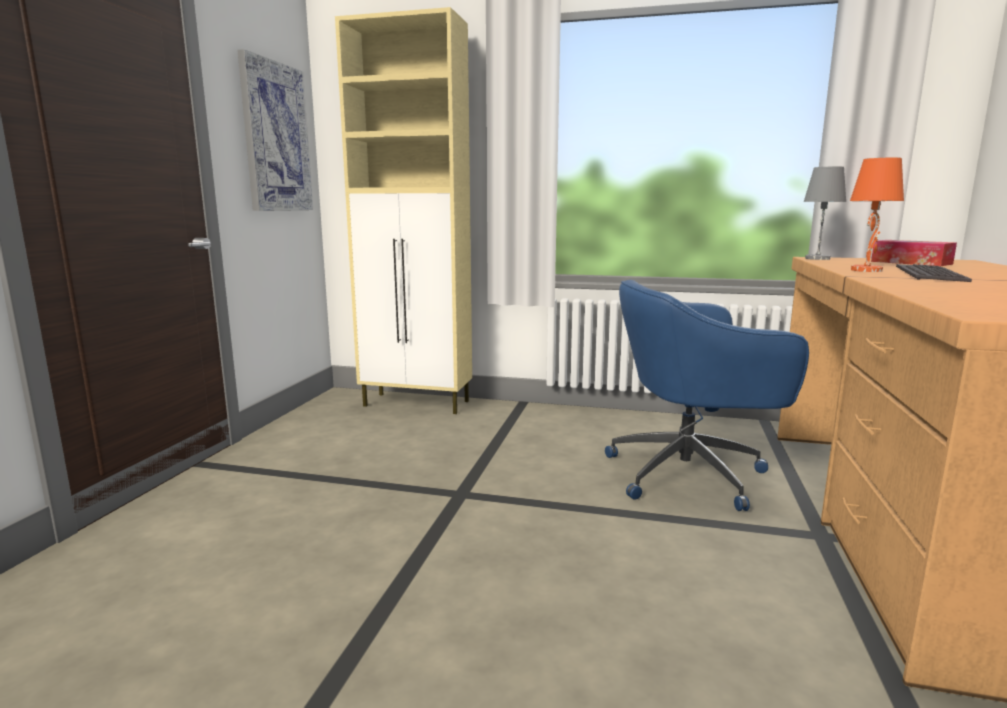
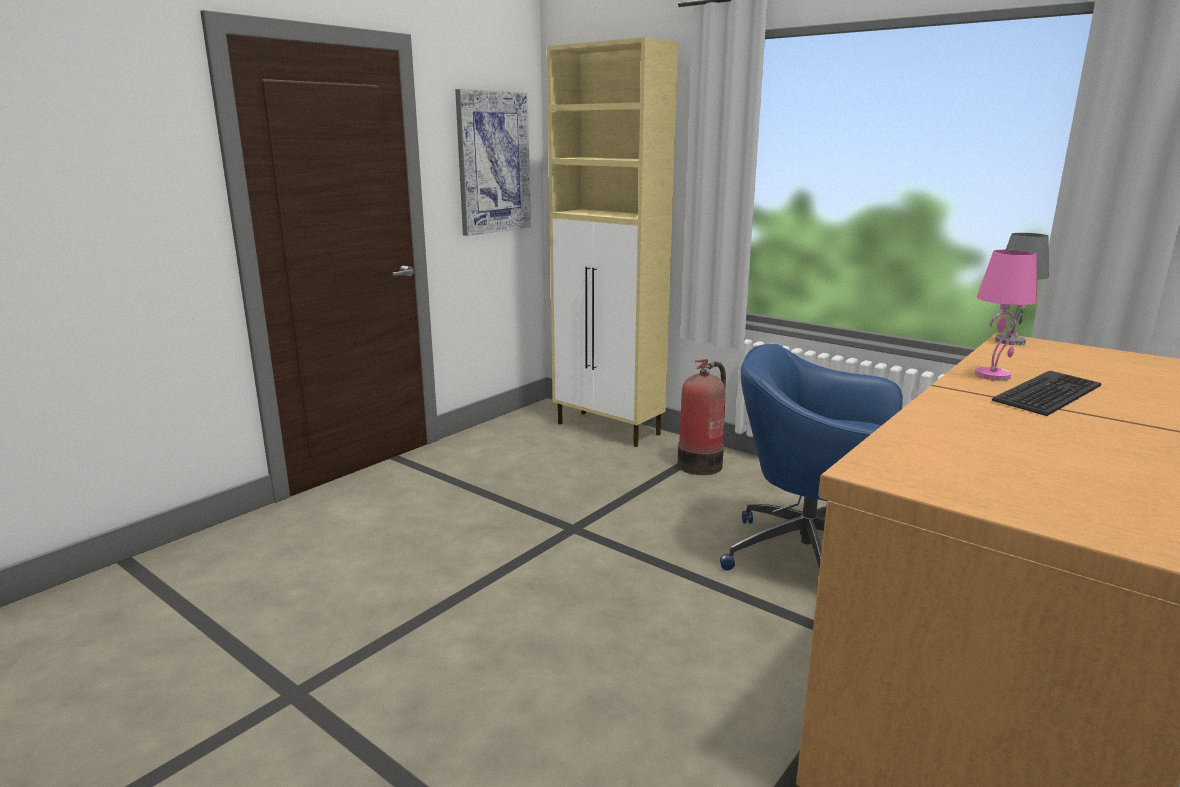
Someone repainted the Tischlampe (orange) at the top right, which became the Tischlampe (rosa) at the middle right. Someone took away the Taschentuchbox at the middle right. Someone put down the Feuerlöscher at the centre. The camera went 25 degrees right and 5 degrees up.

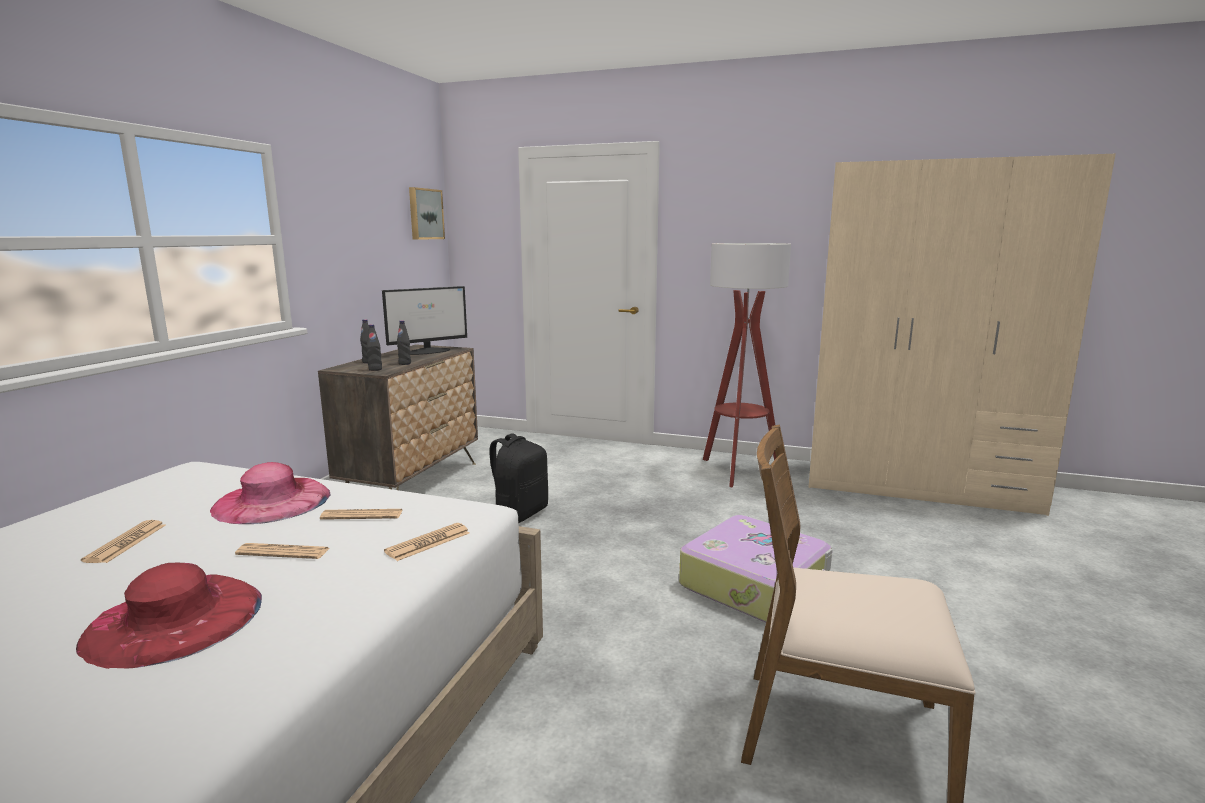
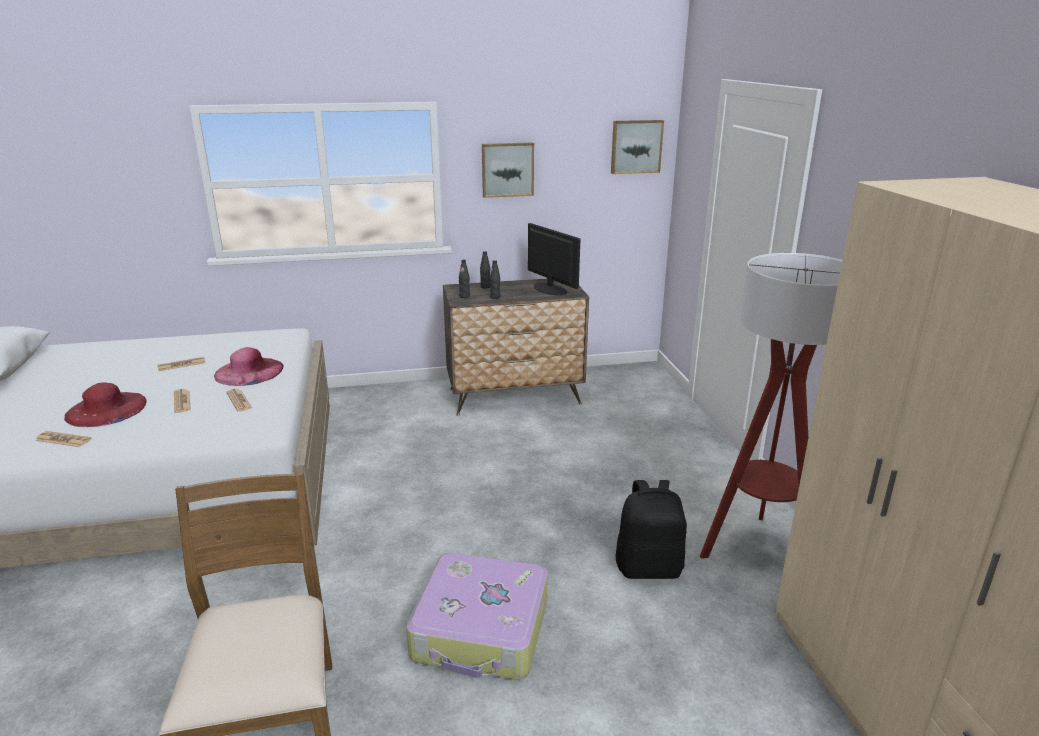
Someone rotated the Monitor at the centre by 150 degrees counterclockwise. Someone carried the Zeitung (no. 4 from left in the first image) from the bottom centre to the middle left. Someone carried the Rucksack (schwarz) from the centre to the bottom centre. Someone put up the Bild (no. 1 from left) at the top centre. The camera went 60 degrees right and 10 degrees up.

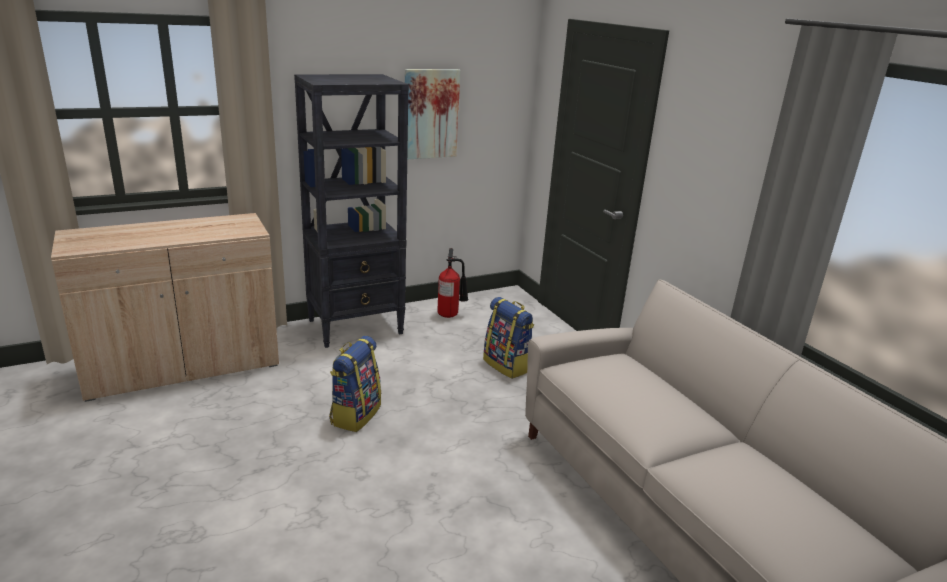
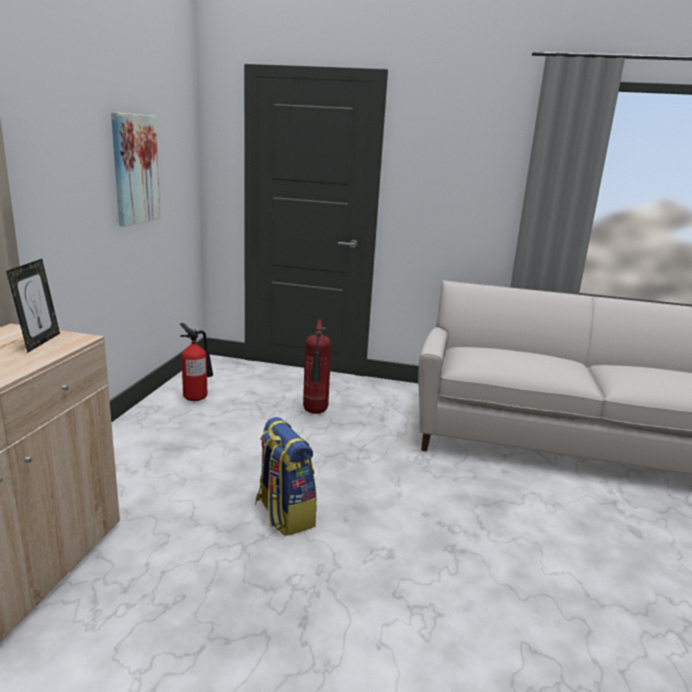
Someone took away the Bücherregal (schwarz) at the centre. Someone swapped the Rucksack (no. 2 from left) at the centre for the Feuerlöscher (no. 2 from left) at the centre. Someone put down the Bilderrahmen at the middle left. The camera went 50 degrees left and 5 degrees down.

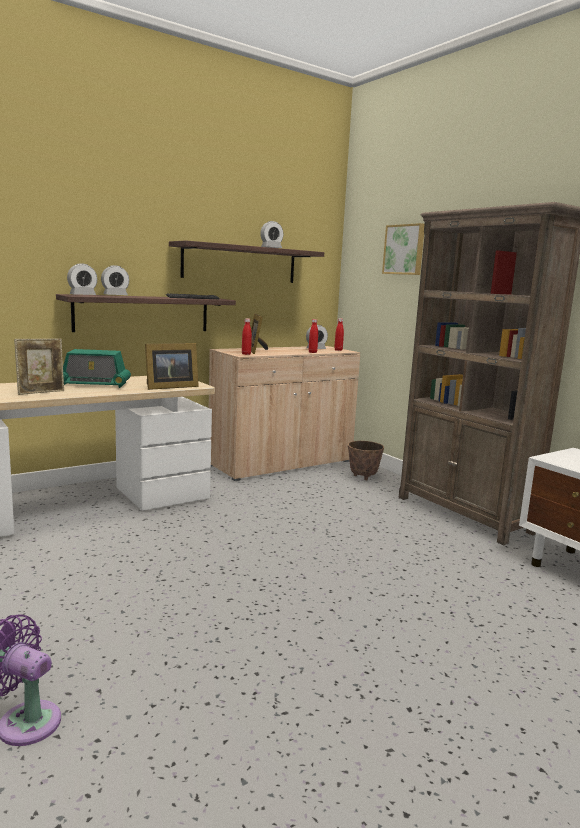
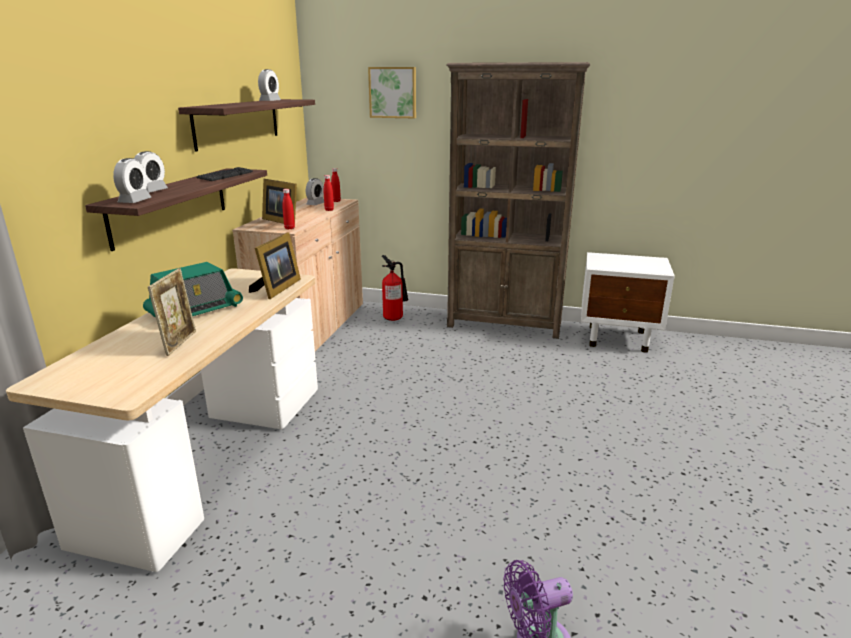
Someone swapped the Pflanzkübel at the centre for the Feuerlöscher at the centre. The camera went 40 degrees left and 10 degrees up.

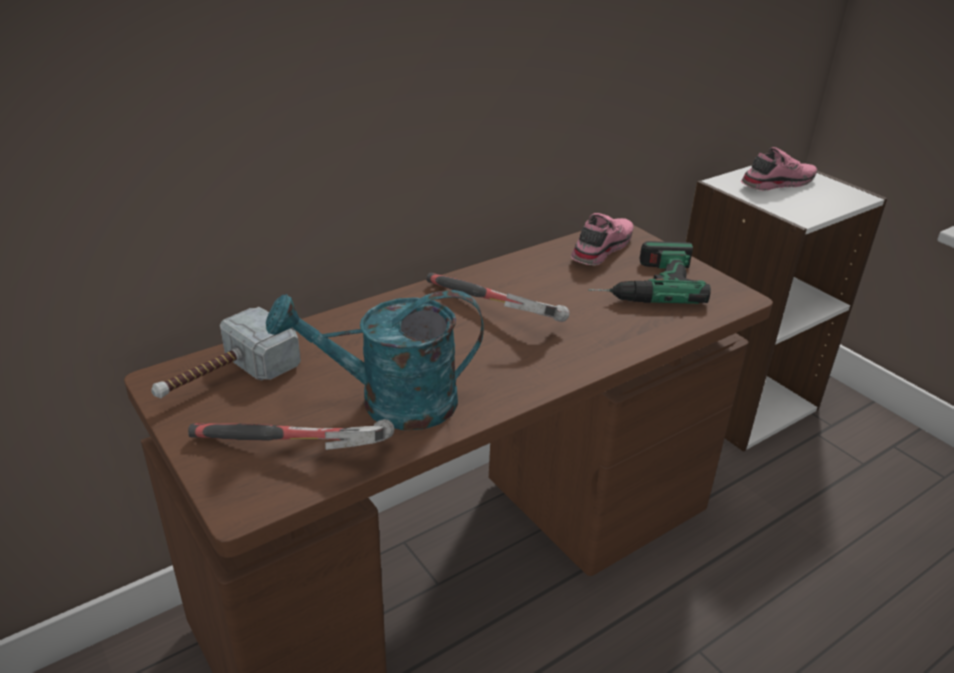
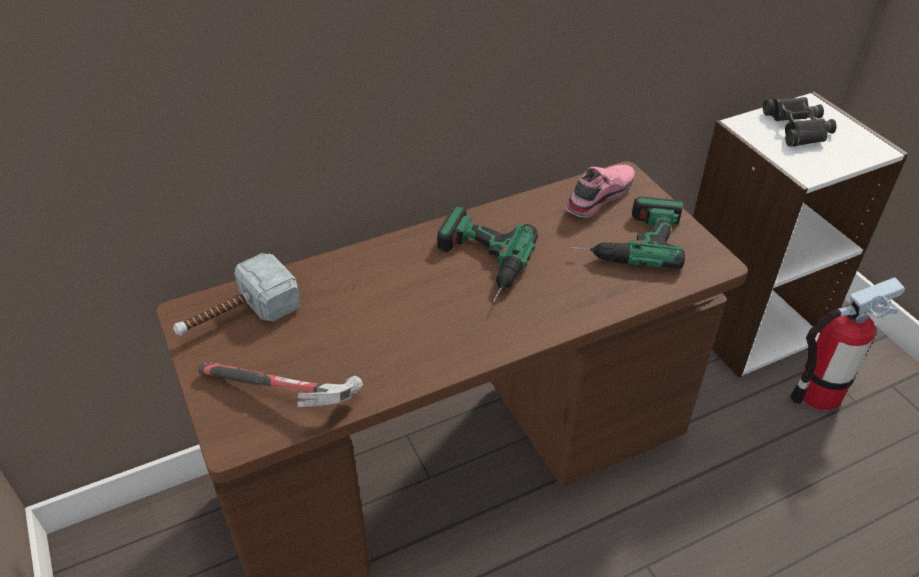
Someone took away the Gießkanne (türkis) at the centre. Someone swapped the Hammer (no. 3 from left) at the centre for the Bohrmaschine (no. 1 from left) at the centre. Someone swapped the Schuh (rosa) (no. 2 from left) at the top right for the Fernglas (schwarz) at the top right. Someone put down the Feuerlöscher at the middle right. The camera went 10 degrees right and 10 degrees up.

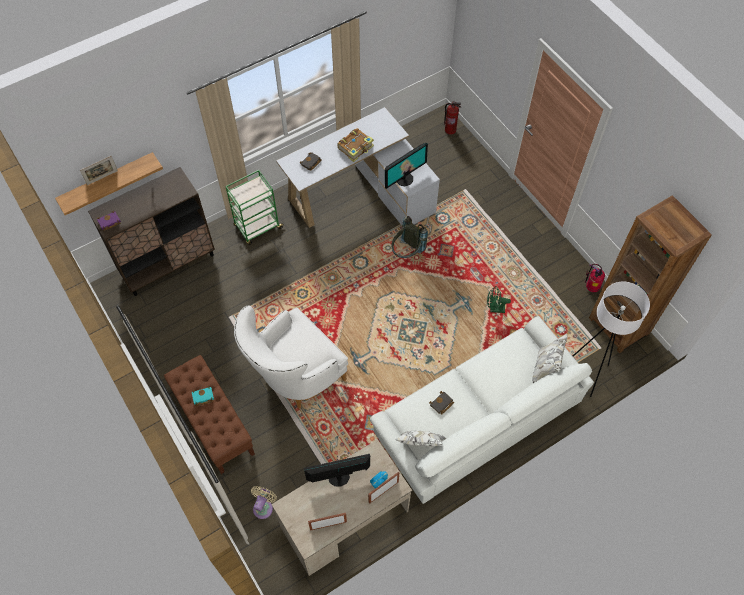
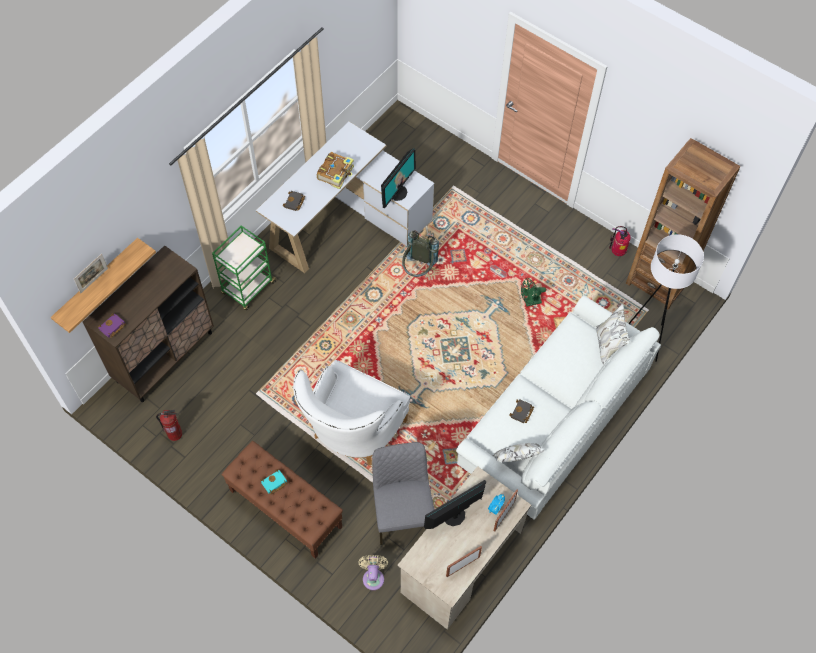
Someone carried the Feuerlöscher (no. 1 from left) from the top centre to the middle left. Someone put down the Stuhl (grau) at the bottom centre. The camera went 20 degrees left and 0 degrees up.

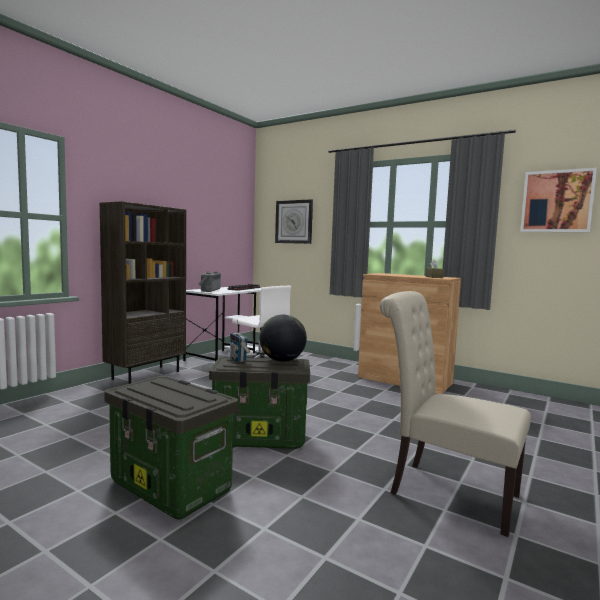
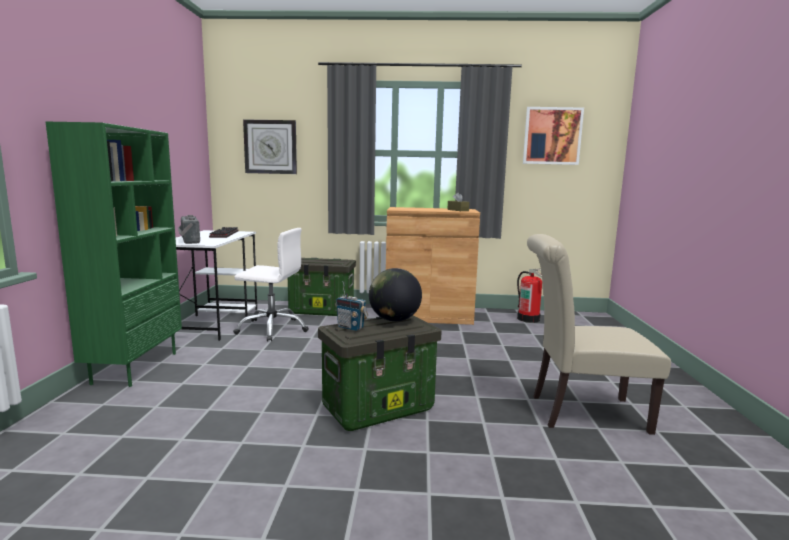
Someone repainted the Bücherregal (braun) at the middle left, which became the Bücherregal (grün) at the middle left. Someone carried the Aufbewahrungsbox (no. 1 from left) from the bottom left to the centre. Someone put down the Feuerlöscher at the middle right. The camera went 30 degrees left and 5 degrees up.

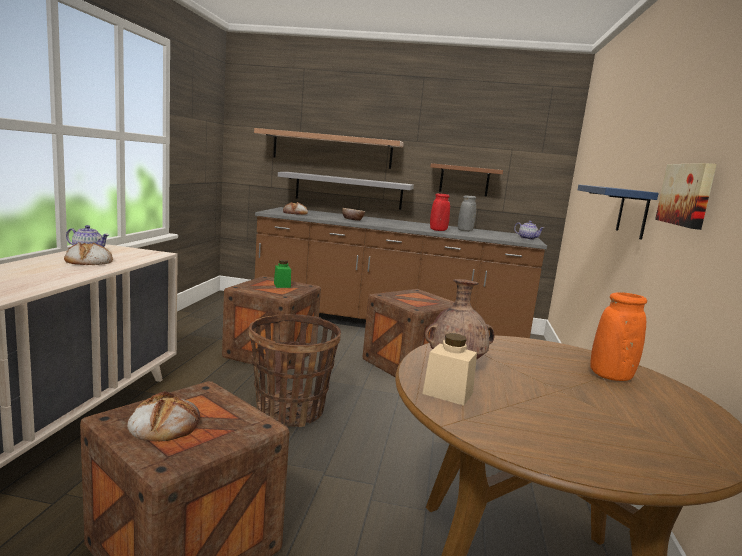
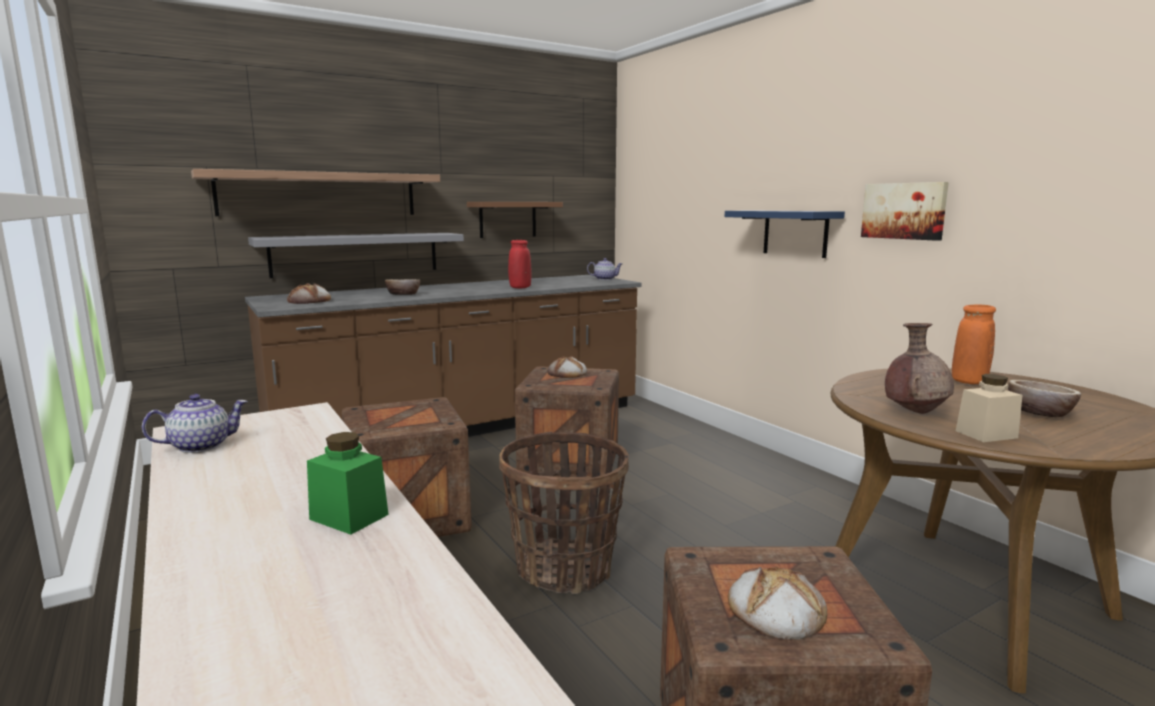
Someone carried the Brot (no. 1 from left in the first image) from the middle left to the centre. Someone carried the Vorratsglas (grün) from the centre to the bottom left. Someone took away the Vase (grau) at the centre. Someone put down the Schüssel (no. 2 from left) at the middle right. The camera went 40 degrees left and 0 degrees up.

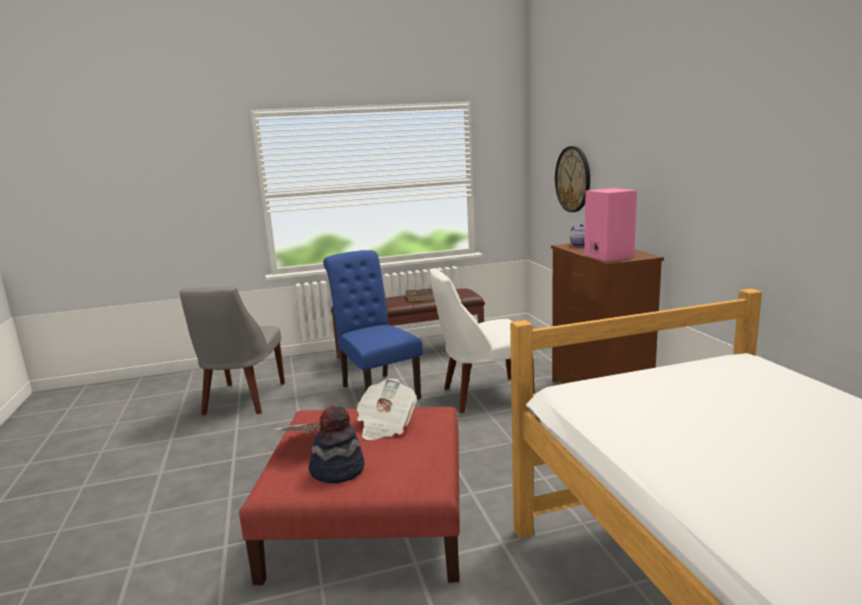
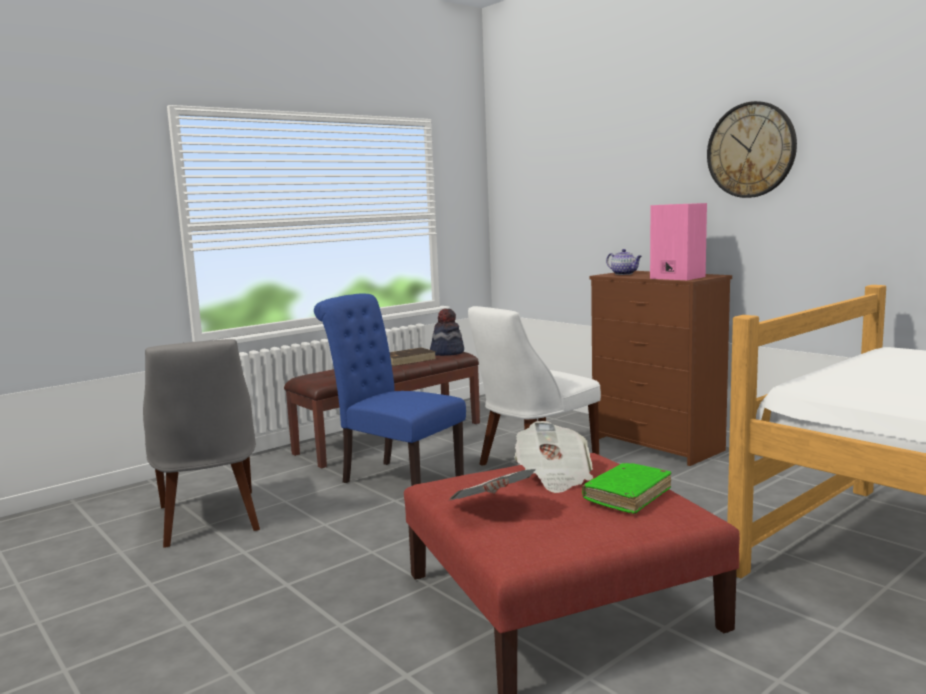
Someone carried the Hut from the bottom centre to the centre. Someone carried the Wanduhr from the top centre to the top right. Someone put down the Buch (grün) at the bottom right. The camera went 25 degrees left and 5 degrees down.

